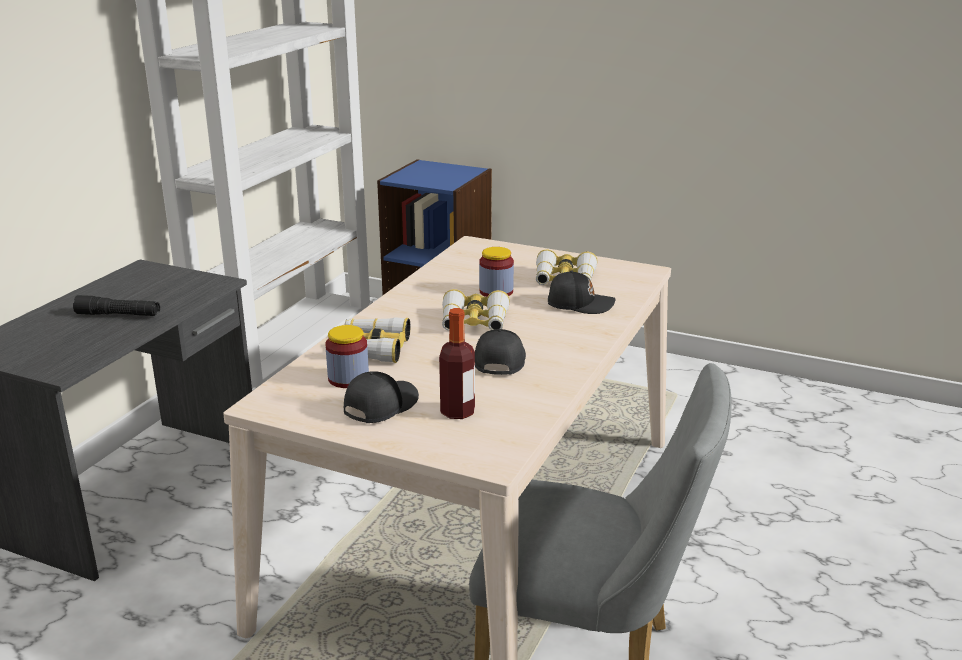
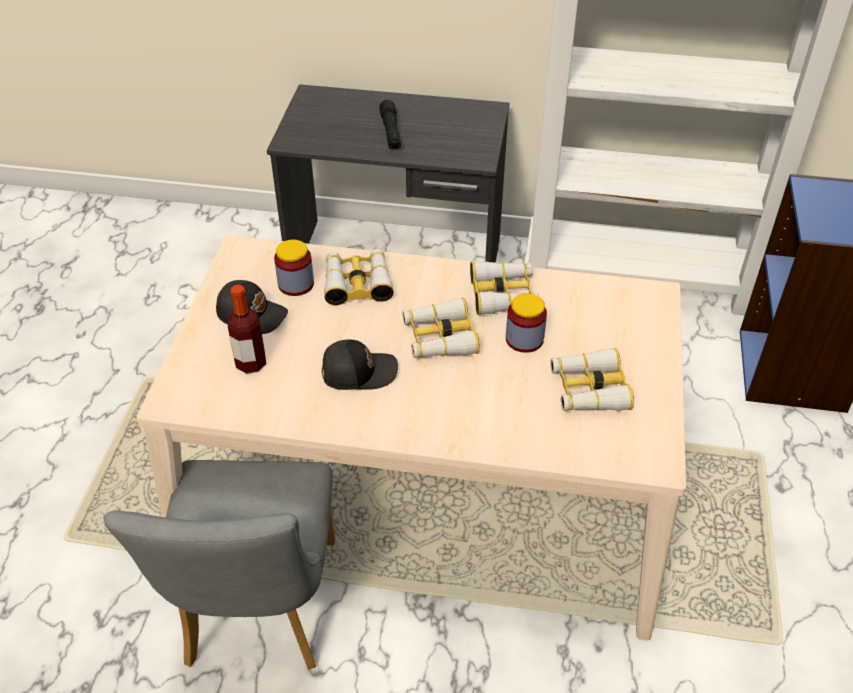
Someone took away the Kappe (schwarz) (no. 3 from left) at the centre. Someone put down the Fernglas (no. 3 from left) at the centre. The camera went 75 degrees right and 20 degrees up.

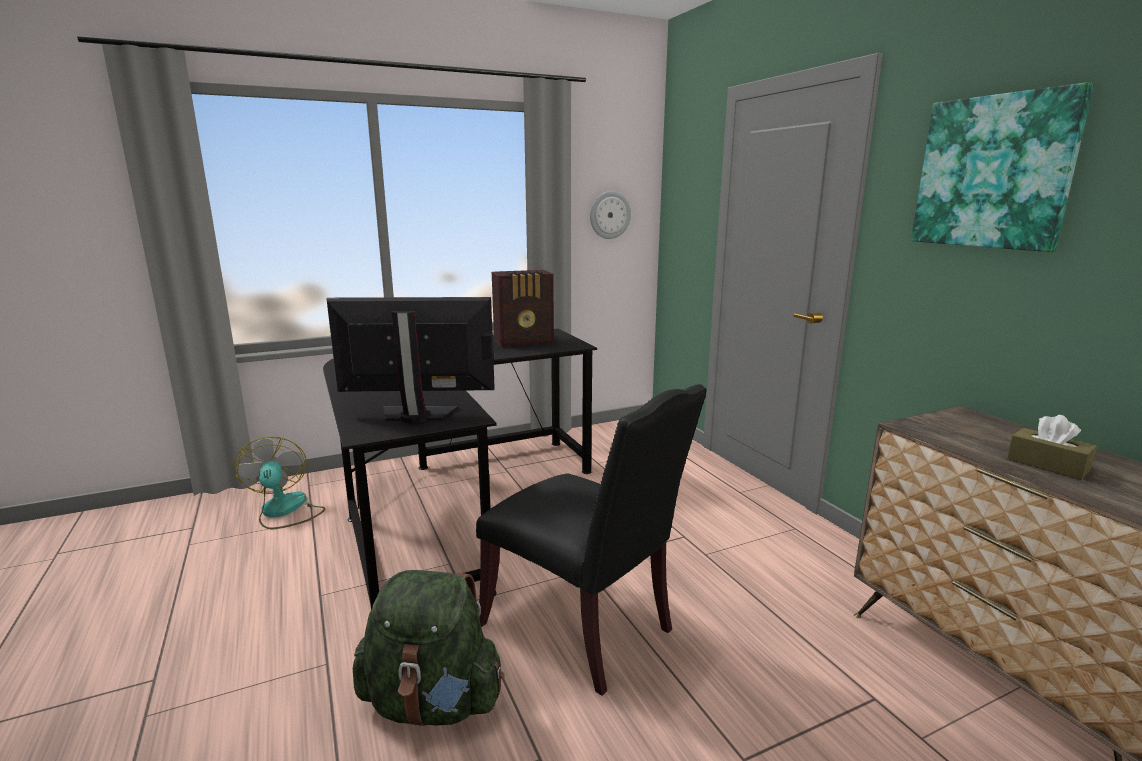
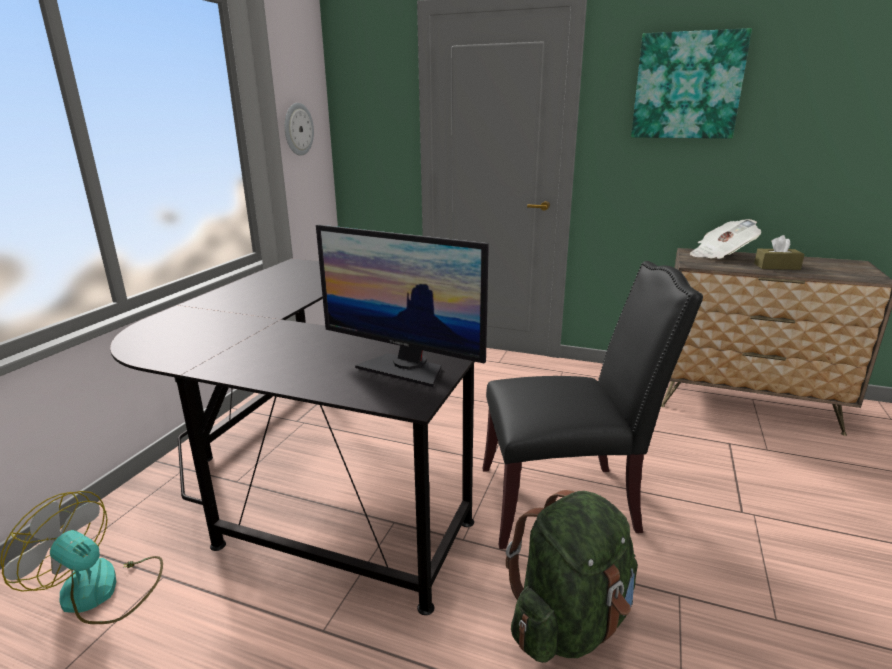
Someone rotated the Monitor at the centre by 105 degrees counterclockwise. Someone took away the Radio at the centre. Someone put down the Zeitung at the middle right. The camera went 45 degrees left and 5 degrees up.

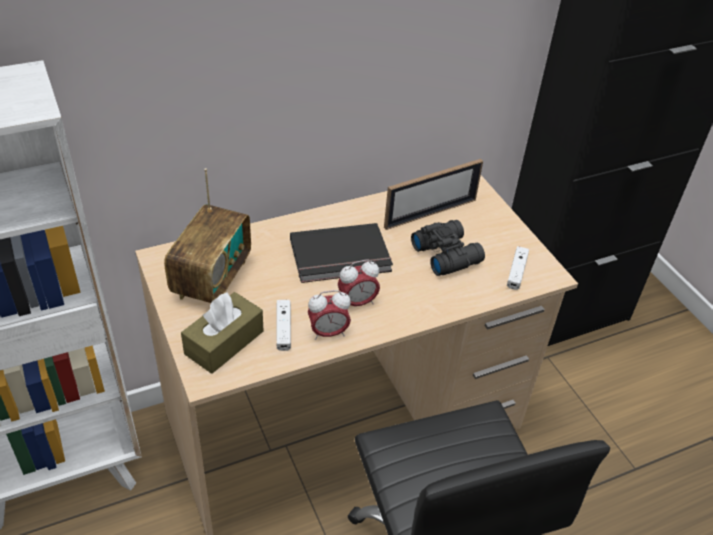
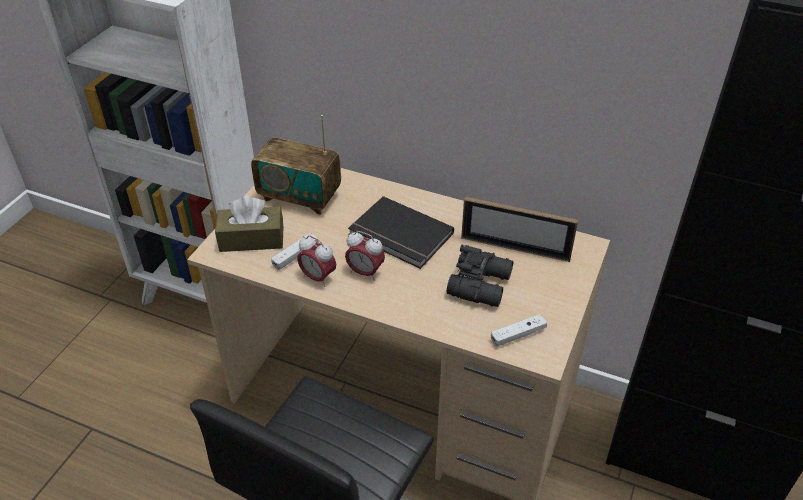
Someone rotated the Radio at the middle left by 45 degrees clockwise. The camera went 50 degrees right and 0 degrees up.

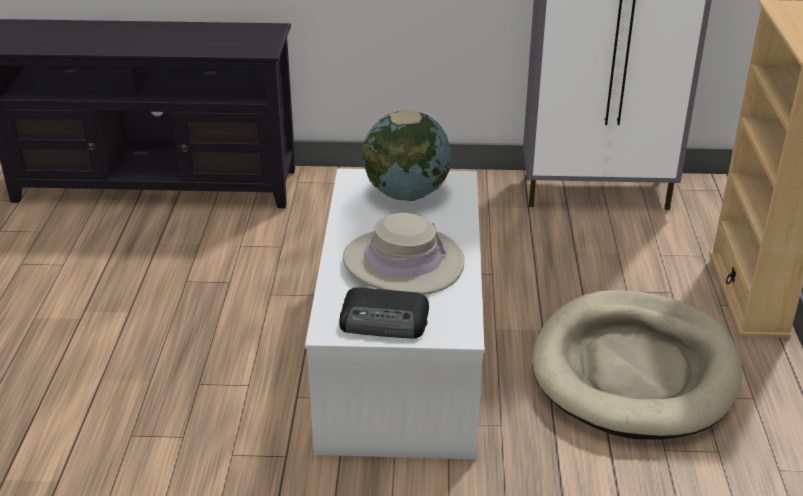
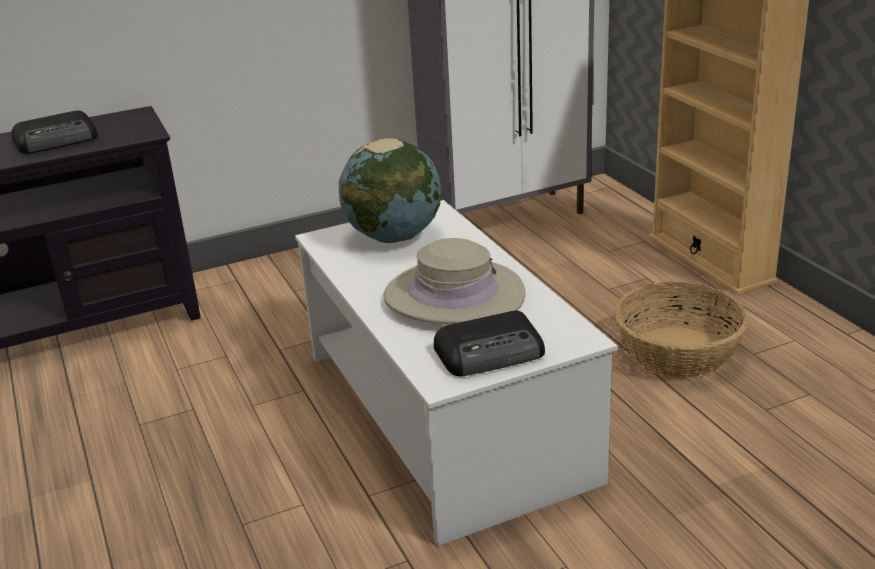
Someone swapped the Hundebett (beige) at the bottom right for the Korb at the middle right. Someone put down the Radio (no. 1 from left) at the top left. The camera went 25 degrees left and 5 degrees down.

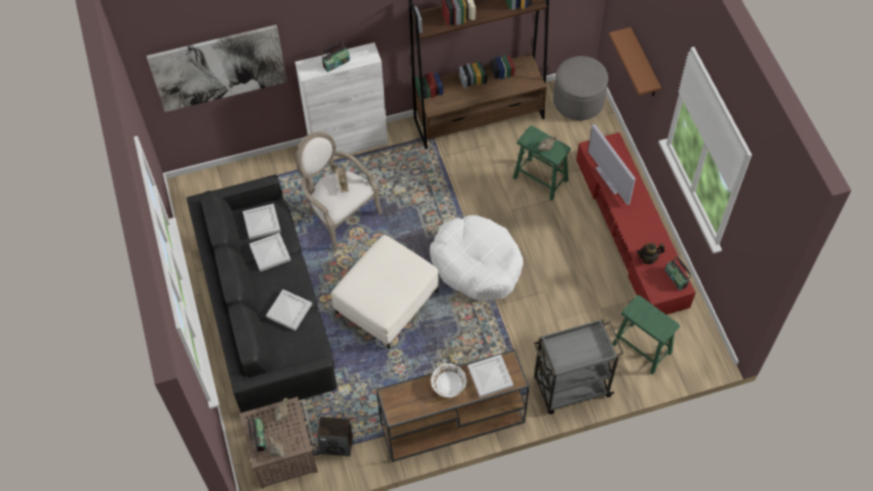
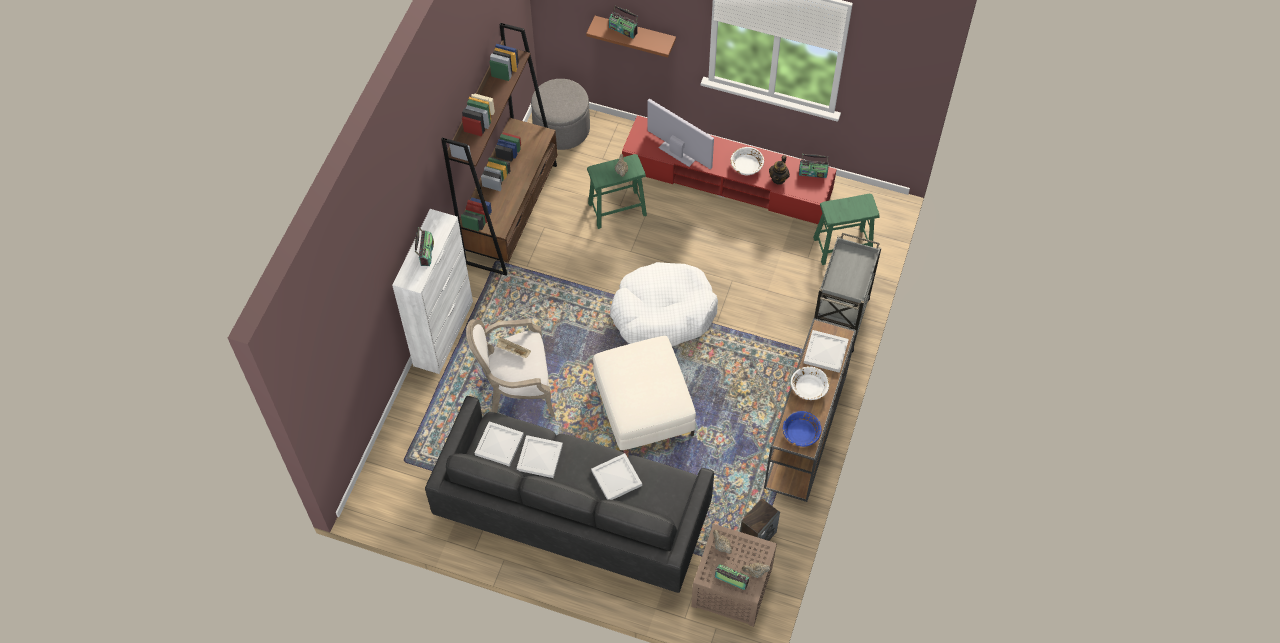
Someone took away the Bild at the top left. Someone rotated the Fernseher at the middle right by 150 degrees counterclockwise. Someone put down the Radio (no. 2 from left) at the top centre. Someone put down the Schüssel (weiß) (no. 1 from left) at the top centre. Someone put down the Schüssel (blau) at the bottom centre. The camera went 55 degrees left and 0 degrees up.

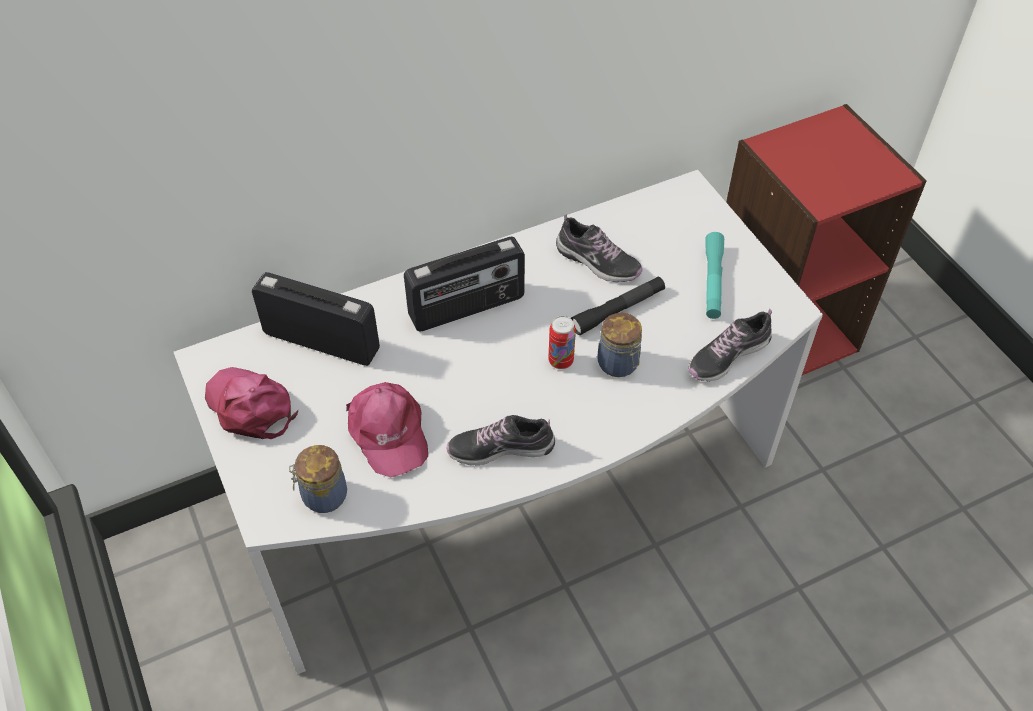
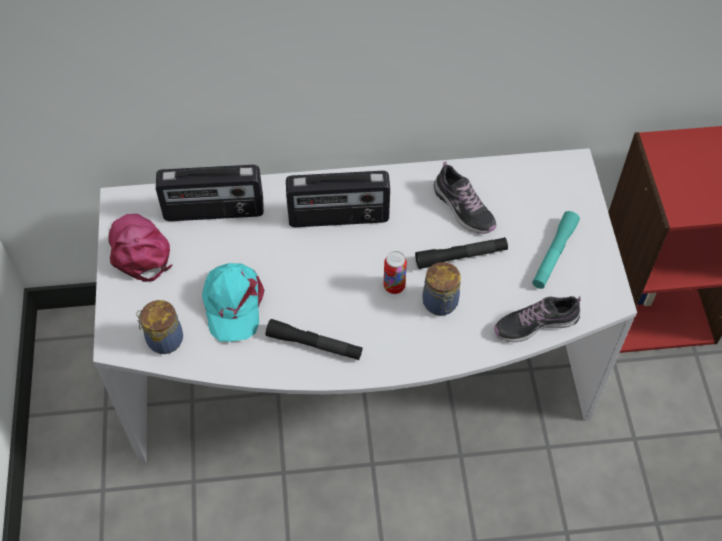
Someone rotated the Radio (no. 1 from left) at the middle left by 135 degrees clockwise. Someone repainted the Kappe (rosa) (no. 2 from left) at the centre, which became the Kappe (türkis) at the middle left. Someone swapped the Schuh (no. 1 from left) at the centre for the Taschenlampe (schwarz) (no. 1 from left) at the centre. The camera went 20 degrees right and 5 degrees up.

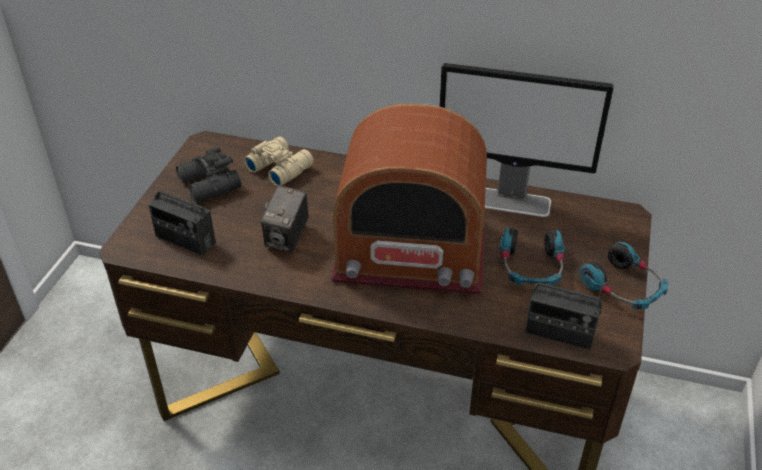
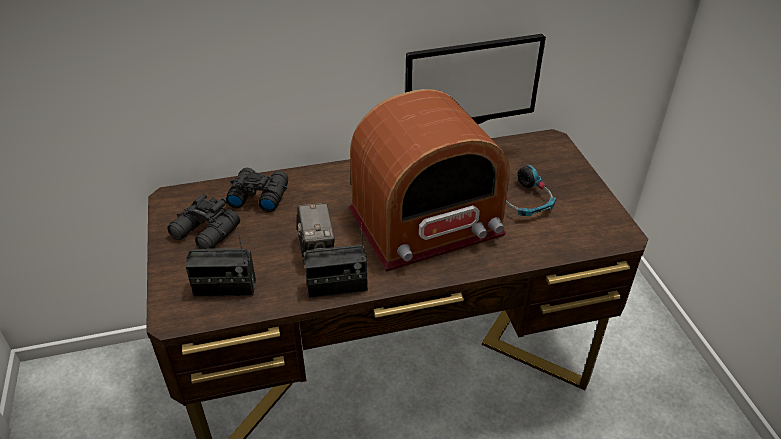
Someone repainted the Fernglas (beige) at the centre, which became the Fernglas (schwarz) (no. 2 from left) at the middle left. Someone carried the Radio (no. 3 from left in the first image) from the middle right to the centre. Someone took away the Kopfhörer (no. 2 from left) at the middle right. The camera went 30 degrees left and 0 degrees up.

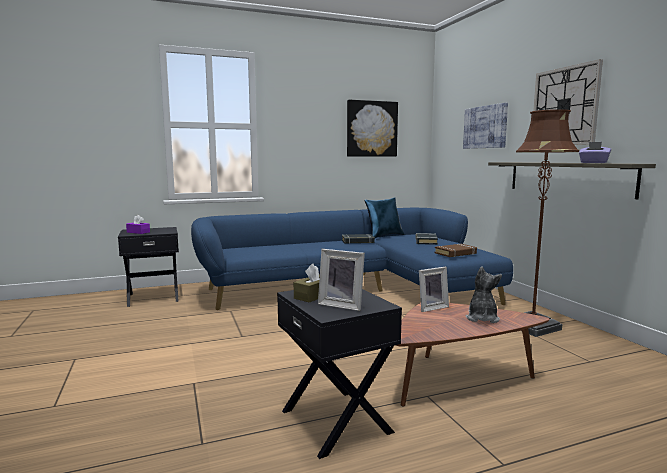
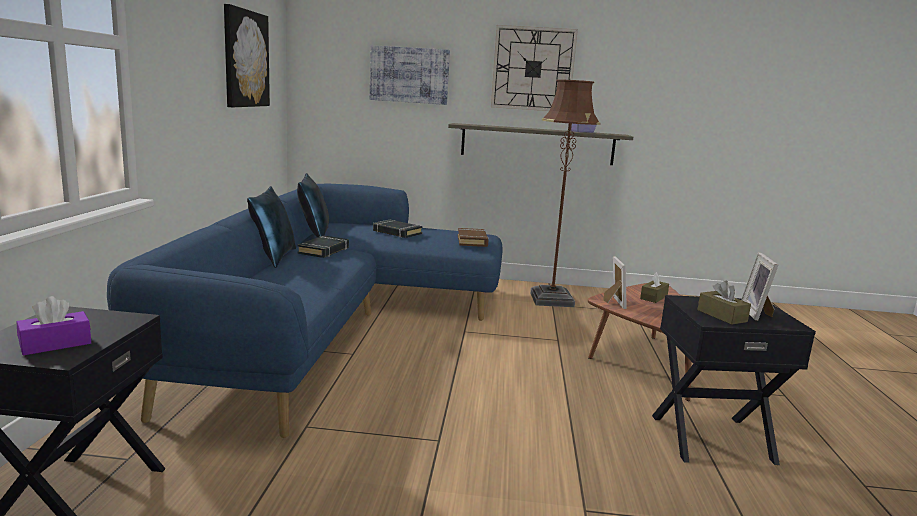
Someone rotated the Bilderrahmen (no. 1 from left in the first image) at the centre by 135 degrees clockwise. Someone swapped the Plüschtier at the middle right for the Taschentuchbox (braun) (no. 1 from left) at the middle right. Someone put down the Kissen (blau) (no. 1 from left) at the middle left. The camera went 65 degrees left and 5 degrees up.

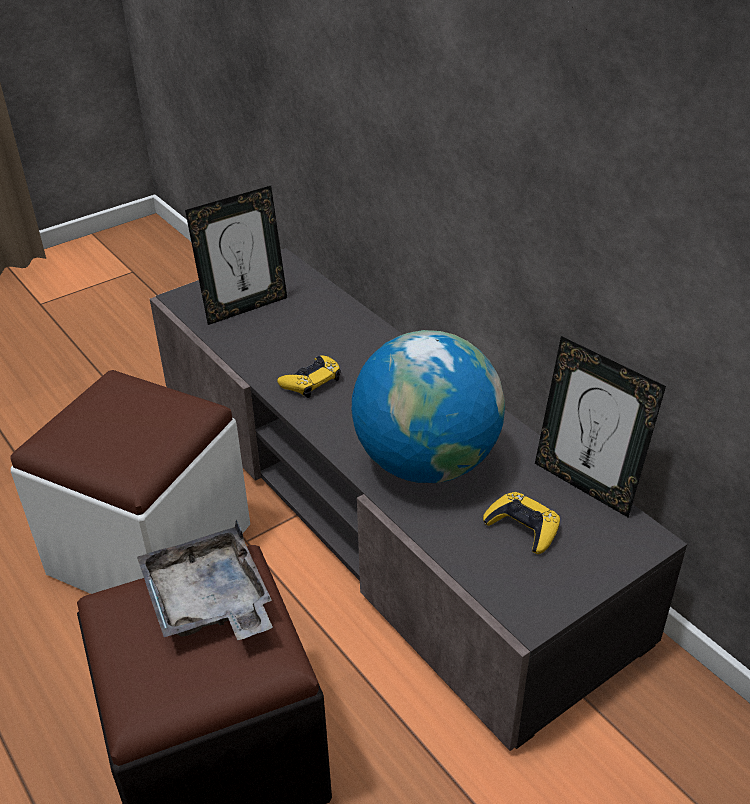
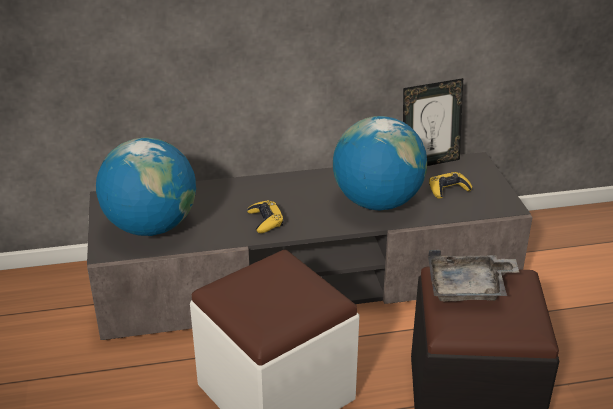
Someone swapped the Bilderrahmen (no. 1 from left) at the top left for the Globus (no. 1 from left) at the middle left. The camera went 65 degrees left and 5 degrees down.

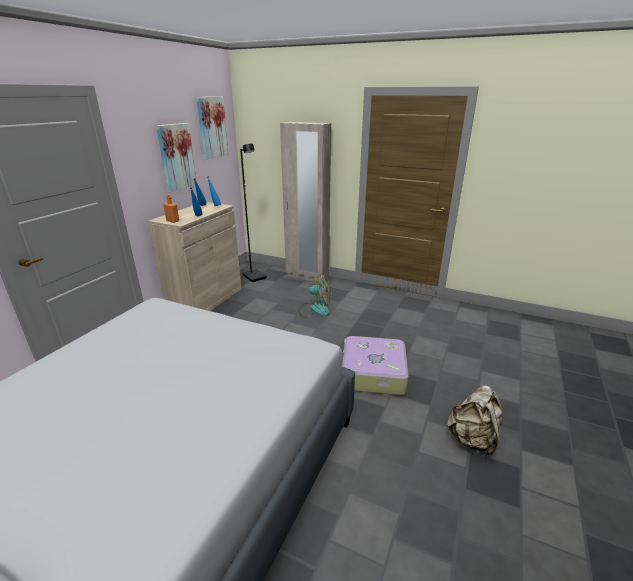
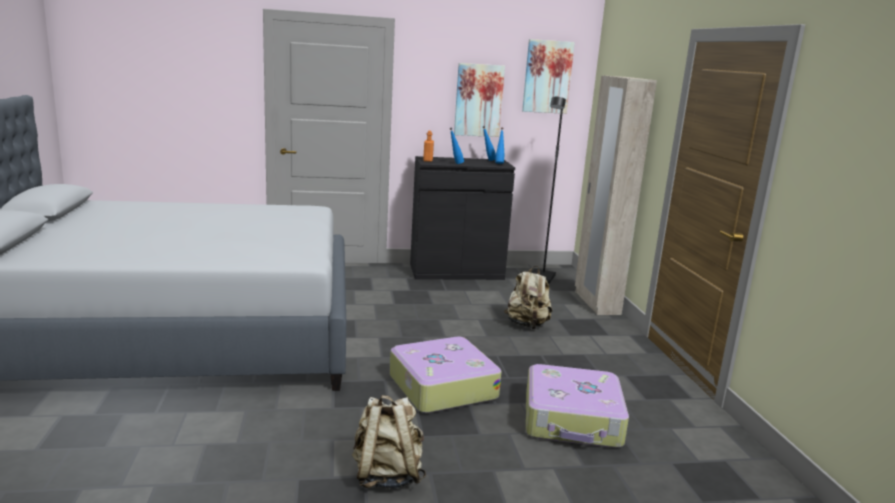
Someone repainted the Schrank (beige) at the middle left, which became the Schrank (schwarz) at the centre. Someone swapped the Ventilator at the centre for the Rucksack (beige) (no. 2 from left) at the centre. Someone put down the Koffer (no. 2 from left) at the bottom centre. The camera went 55 degrees right and 10 degrees down.

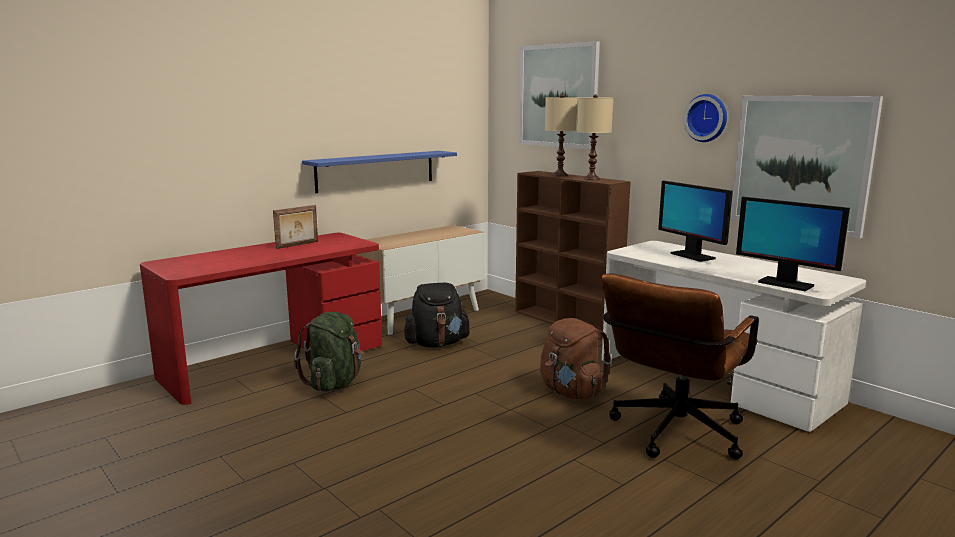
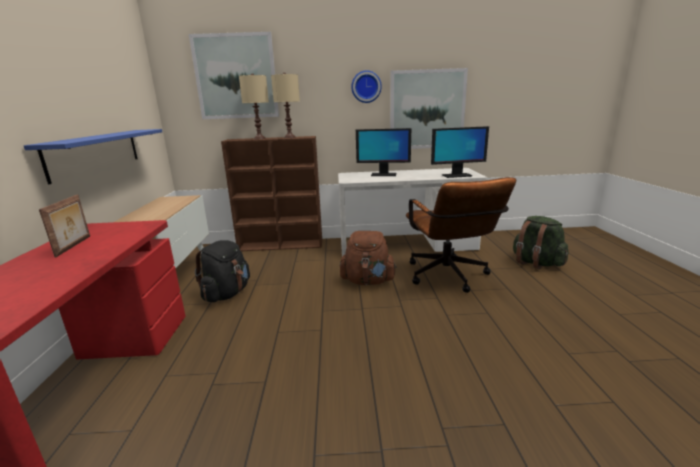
Someone carried the Rucksack (grün) from the centre to the middle right. The camera went 50 degrees left and 5 degrees up.

